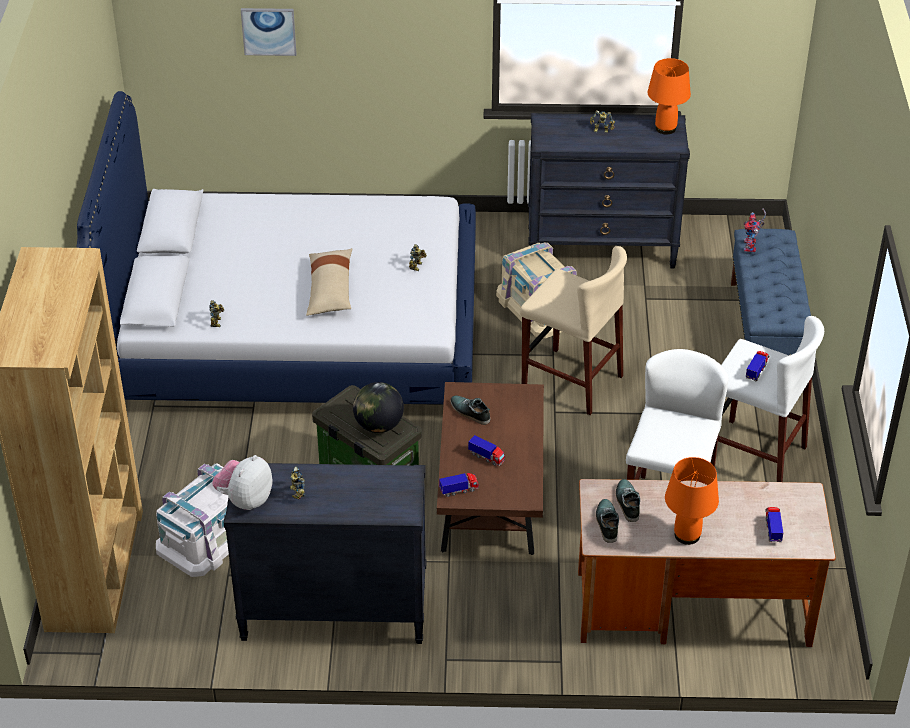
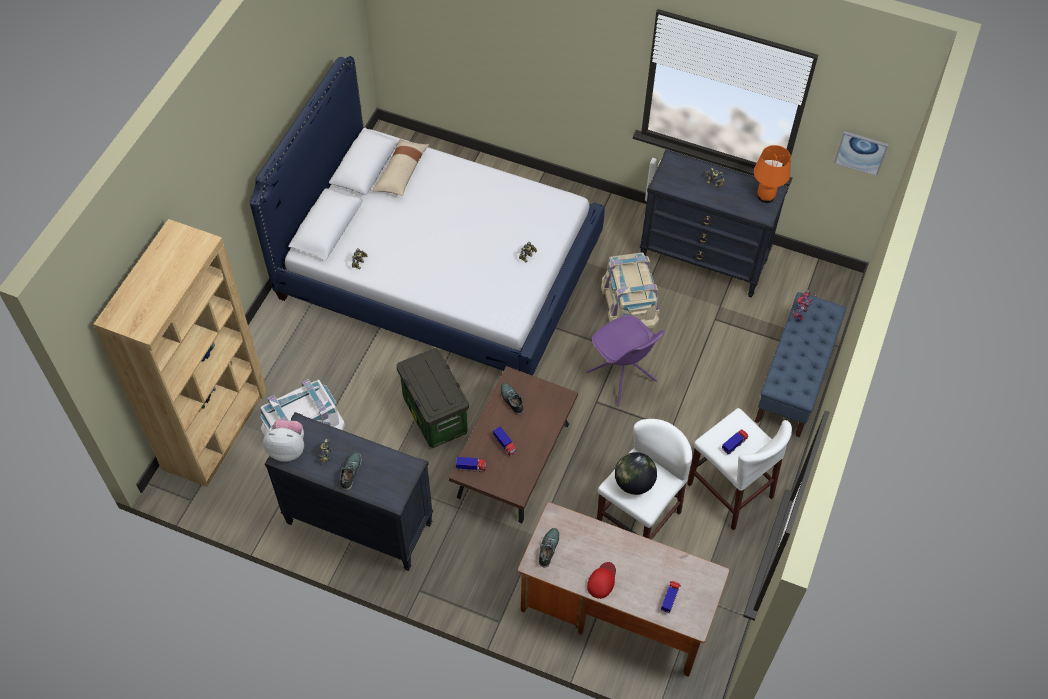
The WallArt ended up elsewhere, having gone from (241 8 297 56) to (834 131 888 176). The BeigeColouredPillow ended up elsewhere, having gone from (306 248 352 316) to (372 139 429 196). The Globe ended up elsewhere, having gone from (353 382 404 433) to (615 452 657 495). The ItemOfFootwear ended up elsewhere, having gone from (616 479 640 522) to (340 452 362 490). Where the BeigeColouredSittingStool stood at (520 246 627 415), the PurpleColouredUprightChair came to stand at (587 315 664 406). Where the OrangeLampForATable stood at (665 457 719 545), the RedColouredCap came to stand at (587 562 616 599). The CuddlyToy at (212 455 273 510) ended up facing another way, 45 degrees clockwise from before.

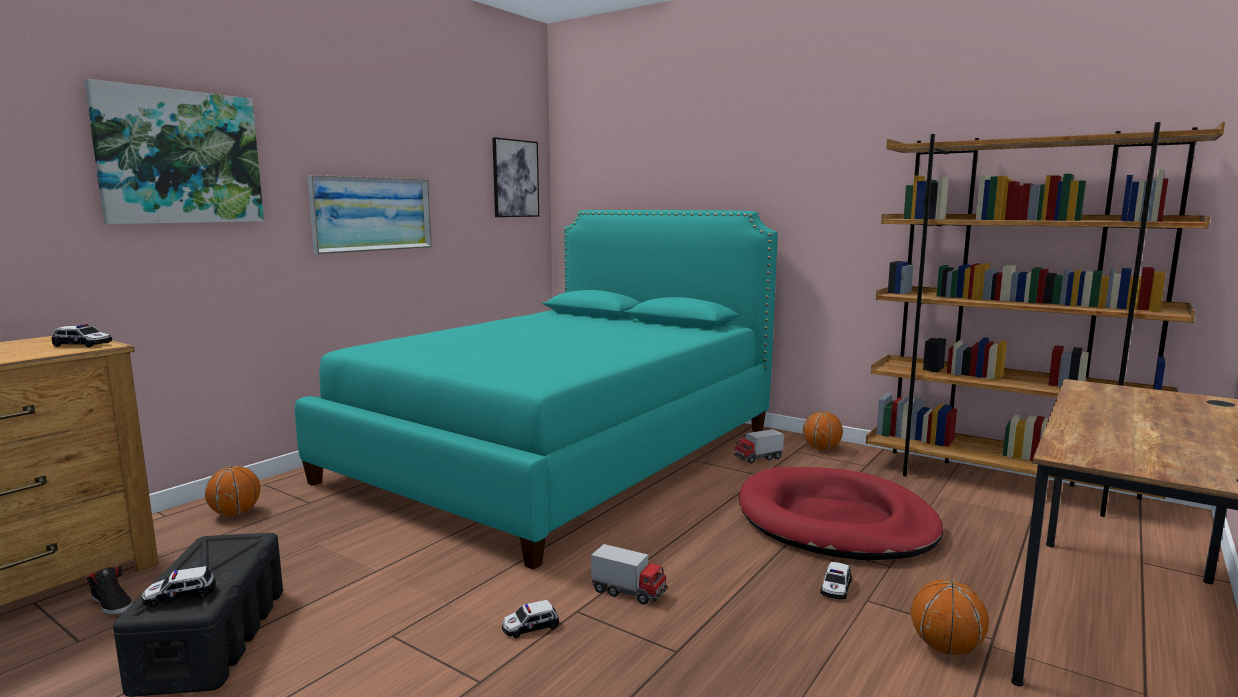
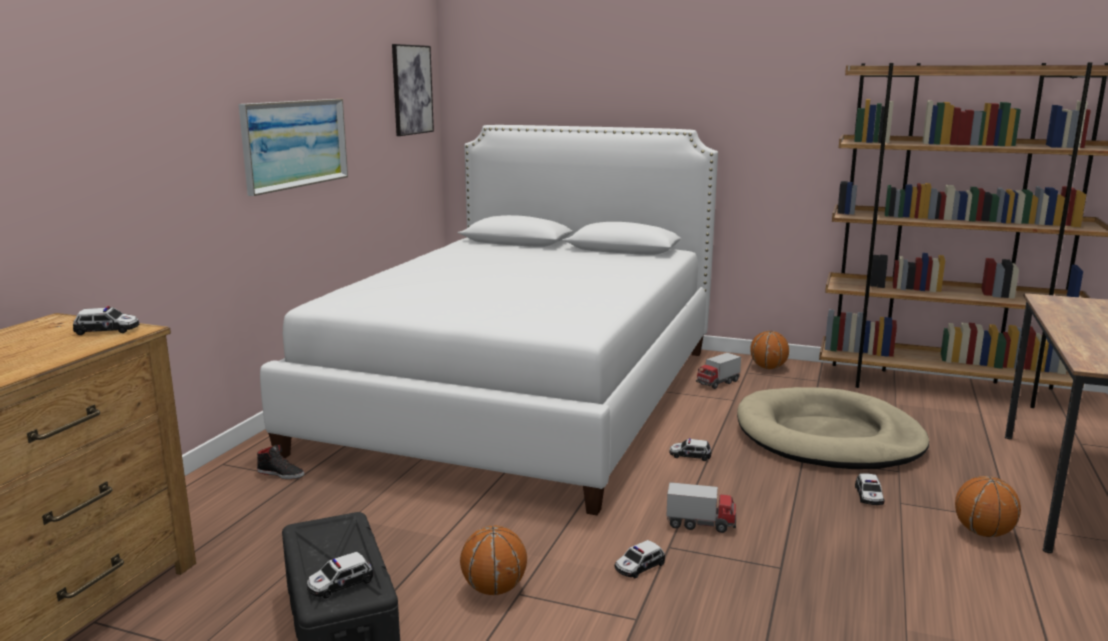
The second view lost the WallArt at (84 79 264 224). The second view gained the MiniatureCar at (669 438 711 461). The BlackishItemOfFootwear ended up elsewhere, having gone from (87 566 133 615) to (257 444 304 479). The Basketball ended up elsewhere, having gone from (205 466 260 516) to (460 525 527 595). What was the TurquoiseColouredBed at (295 210 778 570) turned into the WhiteBed at (260 125 718 515). What was the RedColouredDogBed at (739 467 943 561) turned into the BeigeColouredDogBed at (737 387 929 469).

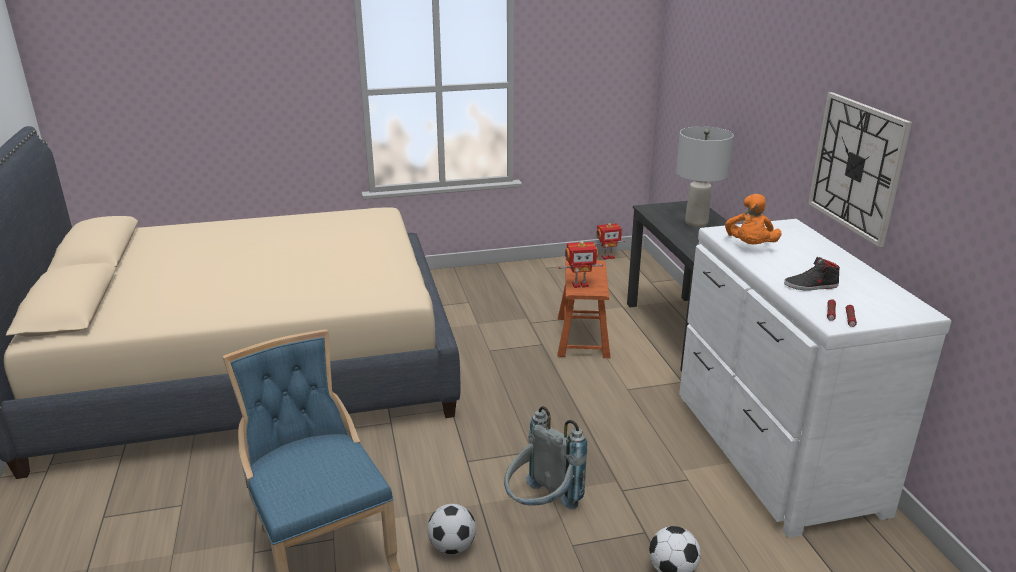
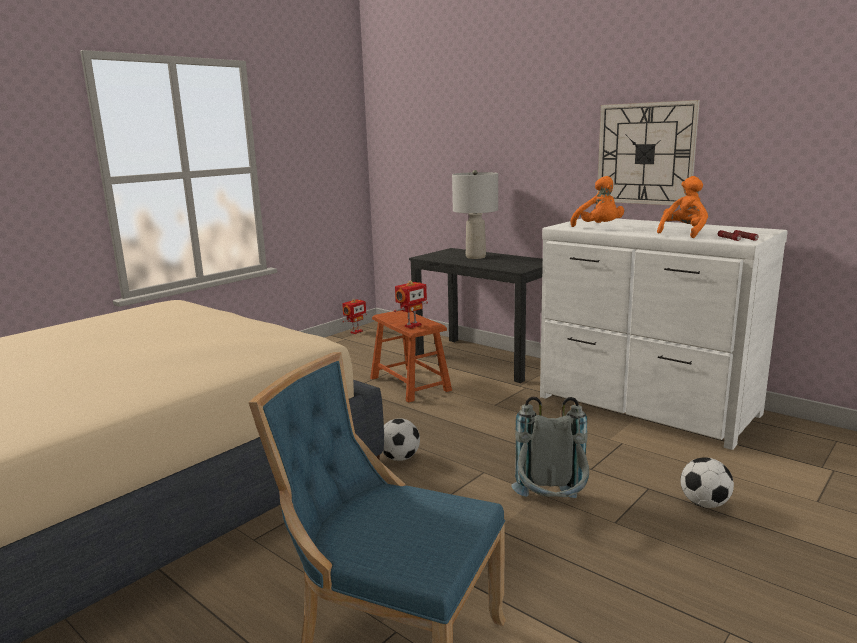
The Football ended up elsewhere, having gone from (427 504 476 554) to (382 418 420 461). Where the BlackishItemOfFootwear stood at (784 257 840 291), the OrangeCuddlyToy came to stand at (657 176 708 238).

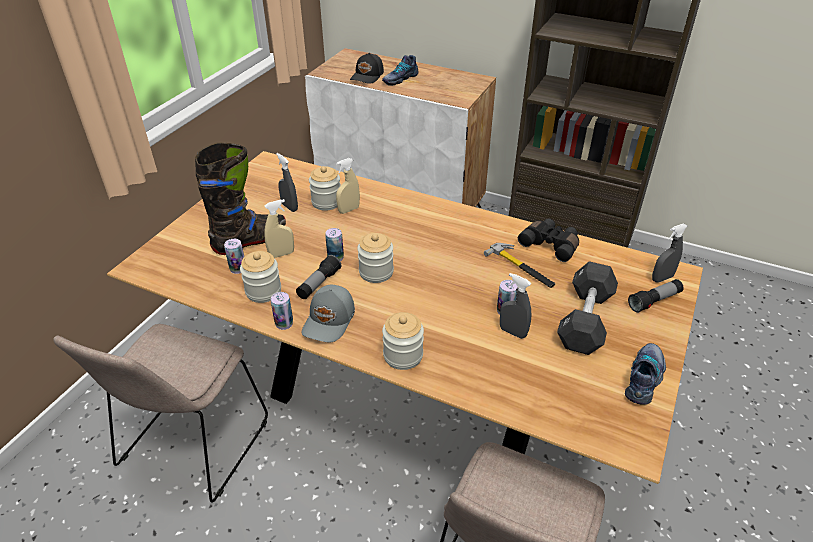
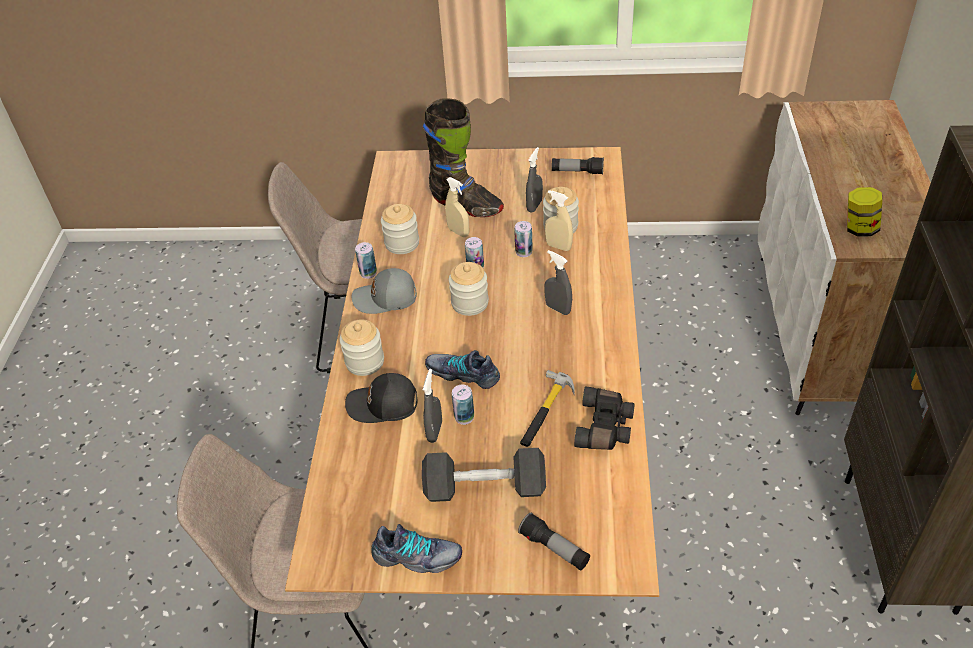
The second view gained the PreserveJar at (847 187 883 237). The Can ended up elsewhere, having gone from (224 239 244 274) to (514 221 533 257). The Torch ended up elsewhere, having gone from (296 255 341 299) to (552 157 604 174). The BlackishCap ended up elsewhere, having gone from (350 53 384 84) to (345 373 417 423). The ItemOfFootwear ended up elsewhere, having gone from (382 55 419 86) to (425 350 500 389). The GreySprayBottle ended up elsewhere, having gone from (652 223 688 283) to (544 250 572 315).

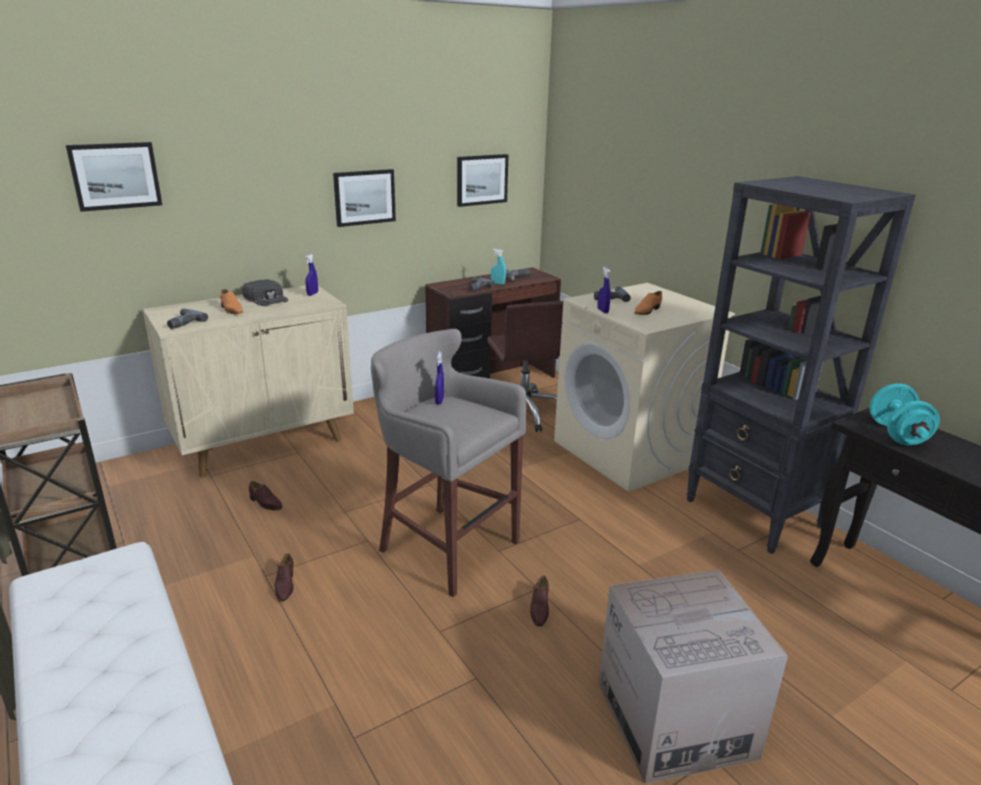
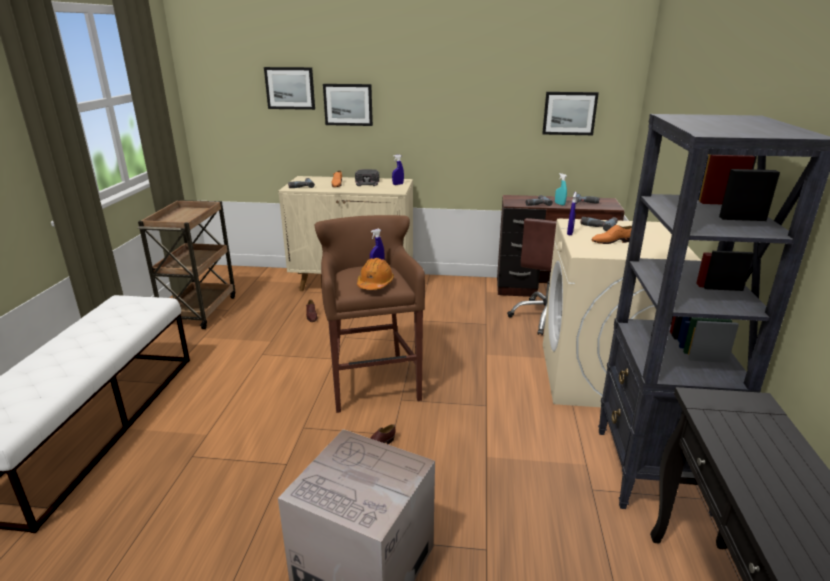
The second view lost the BrownColouredItemOfFootwear at (275 553 293 601). The second view lost the TurquoiseColouredHandWeight at (869 384 940 445). The second view gained the OrangeWorkHelmet at (357 258 394 290). The WallArt ended up elsewhere, having gone from (333 169 396 227) to (323 84 373 126). What was the GreySittingStool at (371 329 526 597) turned into the BrownColouredSittingStool at (315 215 425 413).

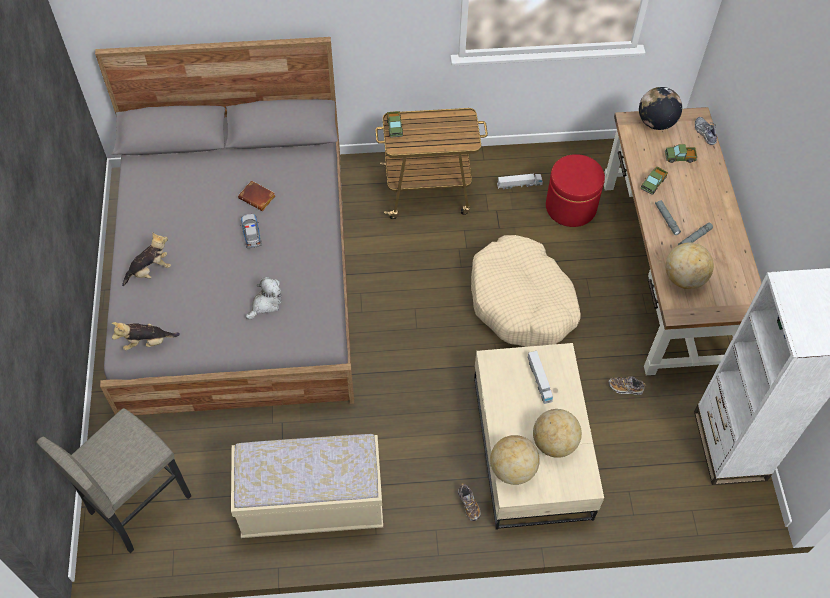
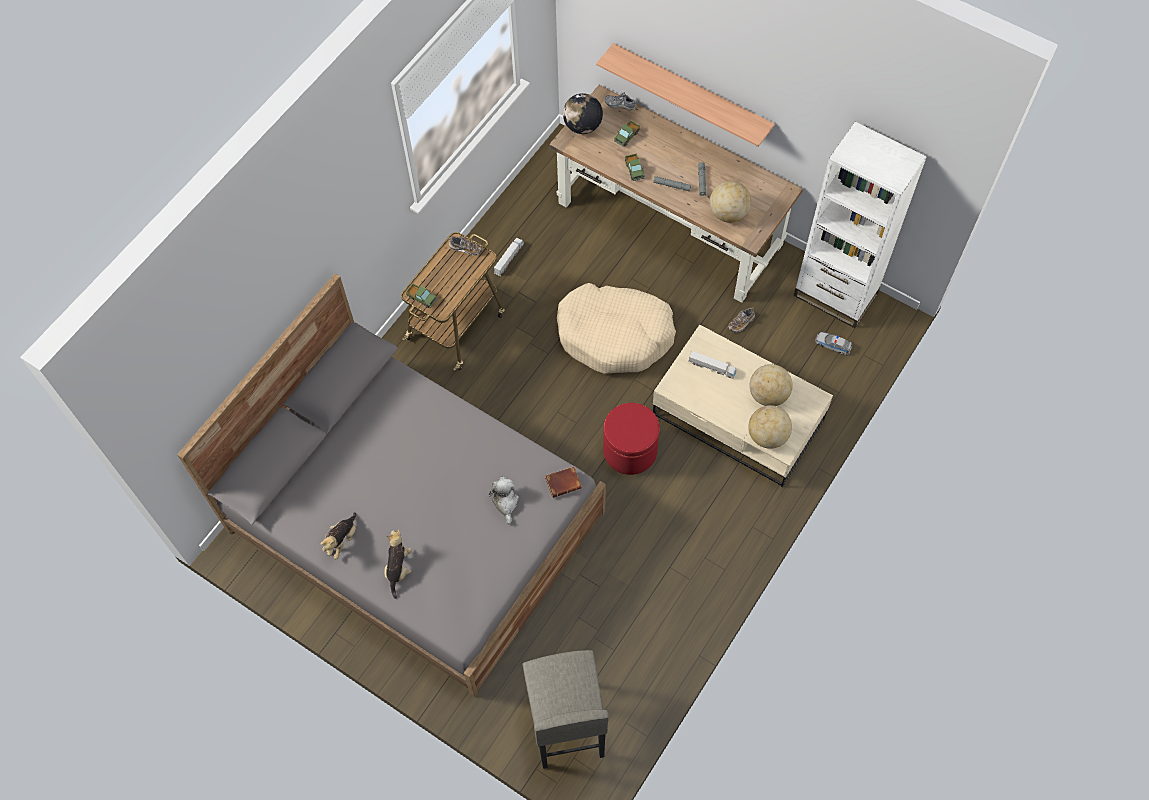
The second view lost the BeigeColouredBench at (231 434 383 538). The second view gained the WallShelf at (596 43 775 147). The CuddlyToy ended up elsewhere, having gone from (111 322 180 350) to (321 512 356 559). The BrownColouredBook ended up elsewhere, having gone from (238 180 275 211) to (545 466 582 498). The MiniatureCar ended up elsewhere, having gone from (241 214 262 248) to (815 332 852 355). The ItemOfFootwear ended up elsewhere, having gone from (458 483 481 521) to (448 236 482 255). The RedColouredFootrest ended up elsewhere, having gone from (546 154 605 227) to (603 403 660 475).

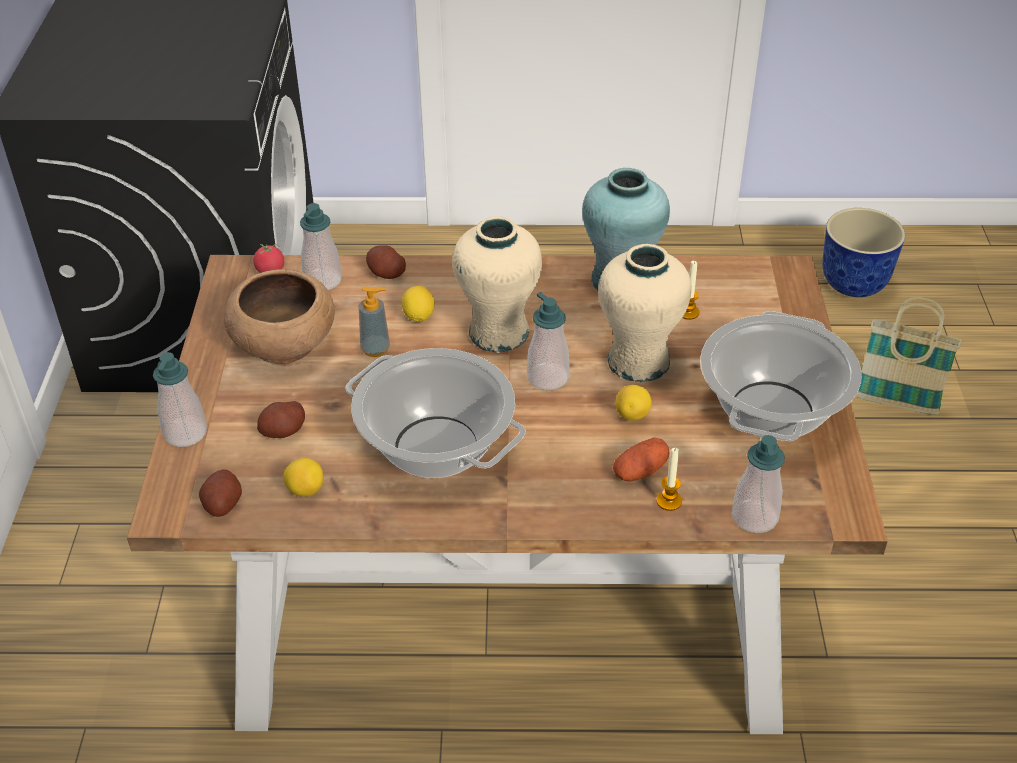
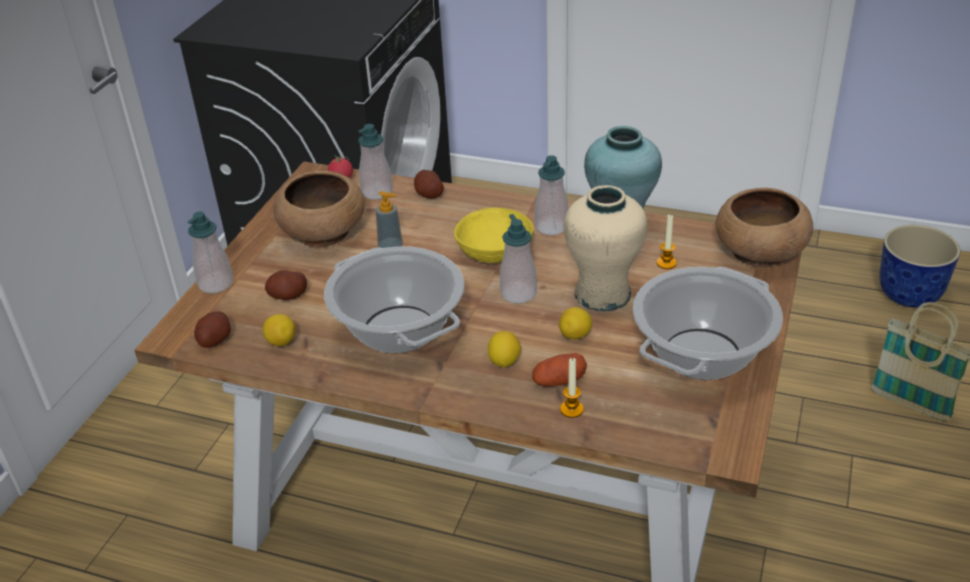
The second view gained the BrownColouredBowl at (715 188 813 268). The CitrusFruit ended up elsewhere, having gone from (402 286 435 322) to (488 331 521 367). The SoapDispenser ended up elsewhere, having gone from (732 435 785 533) to (535 155 569 235). Where the BeigeColouredDecorativeVase stood at (452 216 542 353), the YellowBowl came to stand at (454 208 534 263).

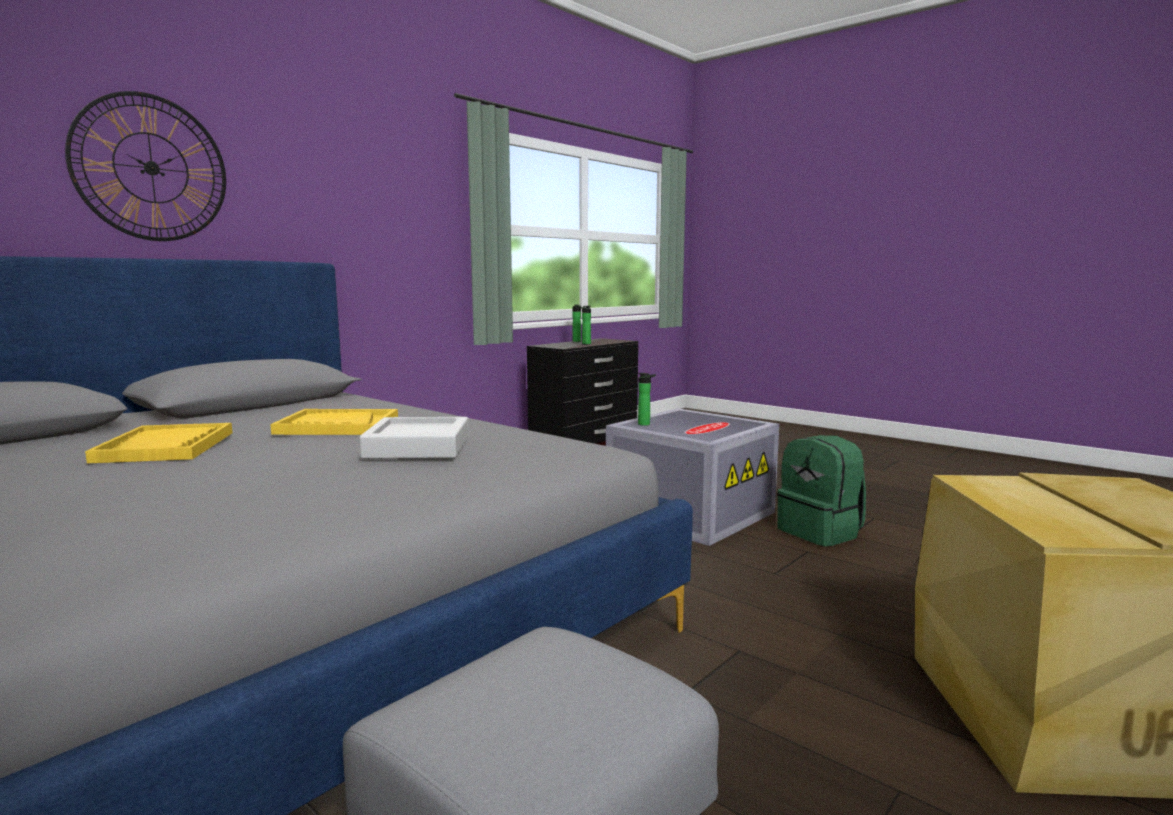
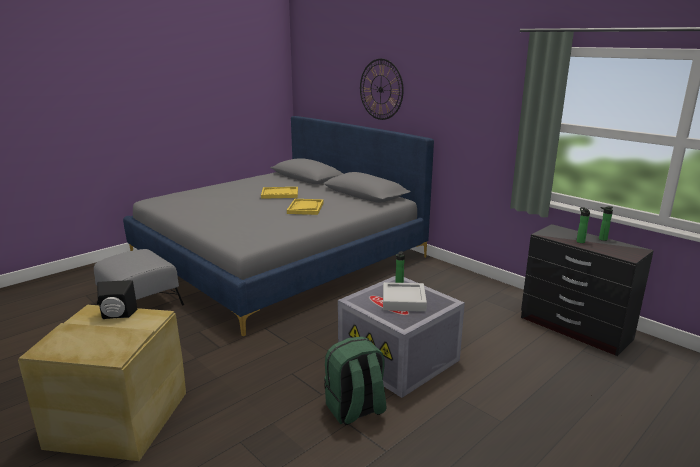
The second view gained the BlackishSpeaker at (97 280 137 319). The GreyServingTray ended up elsewhere, having gone from (359 417 469 459) to (383 282 427 312).

